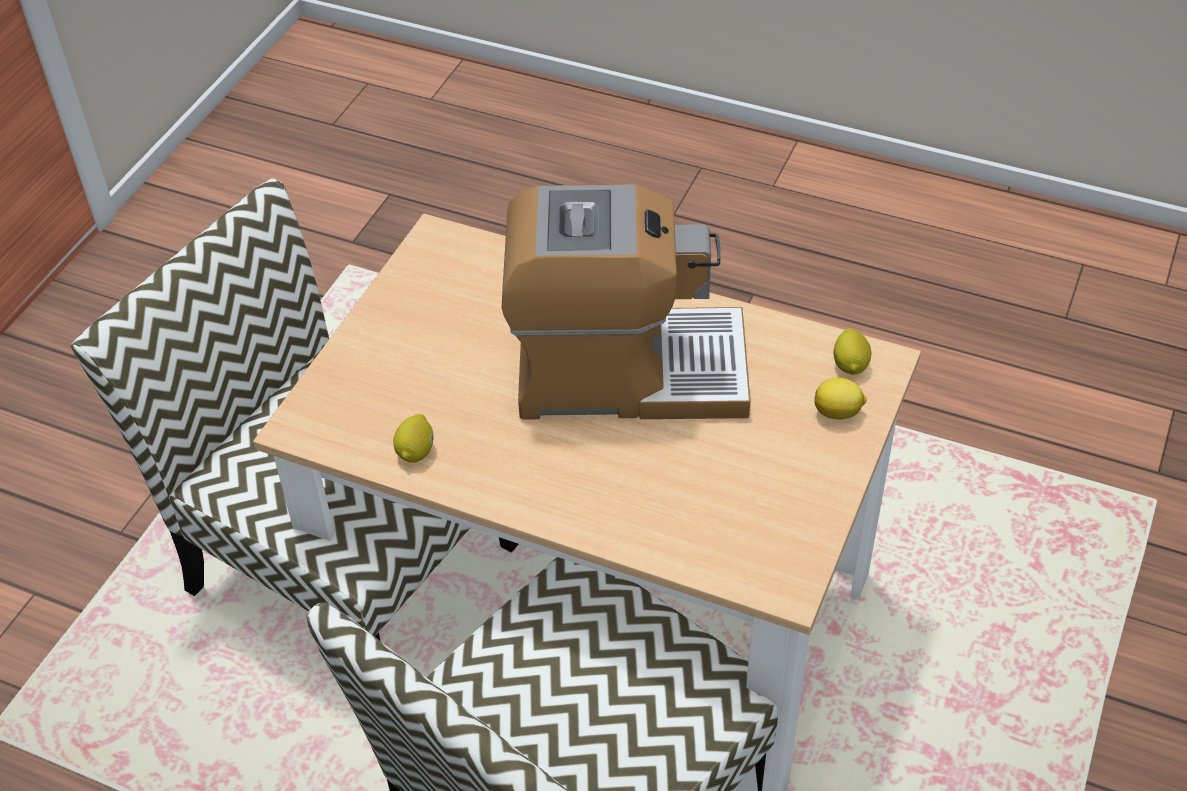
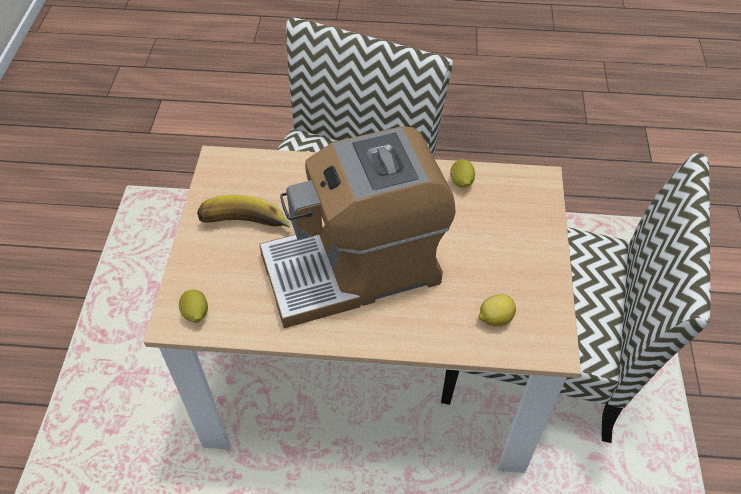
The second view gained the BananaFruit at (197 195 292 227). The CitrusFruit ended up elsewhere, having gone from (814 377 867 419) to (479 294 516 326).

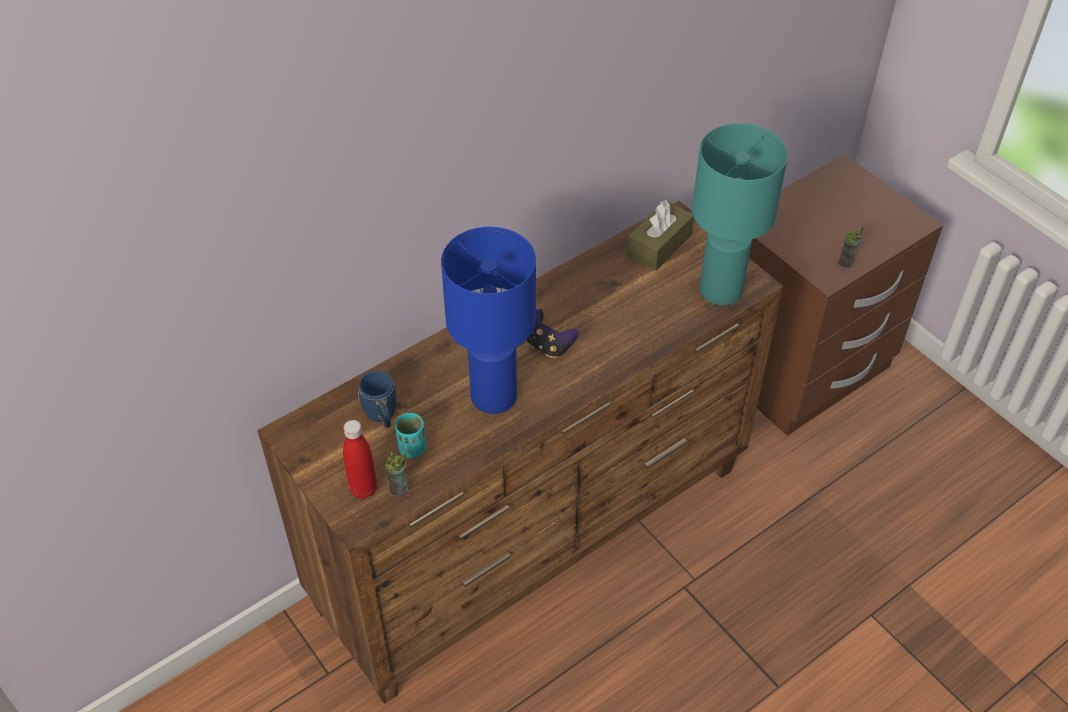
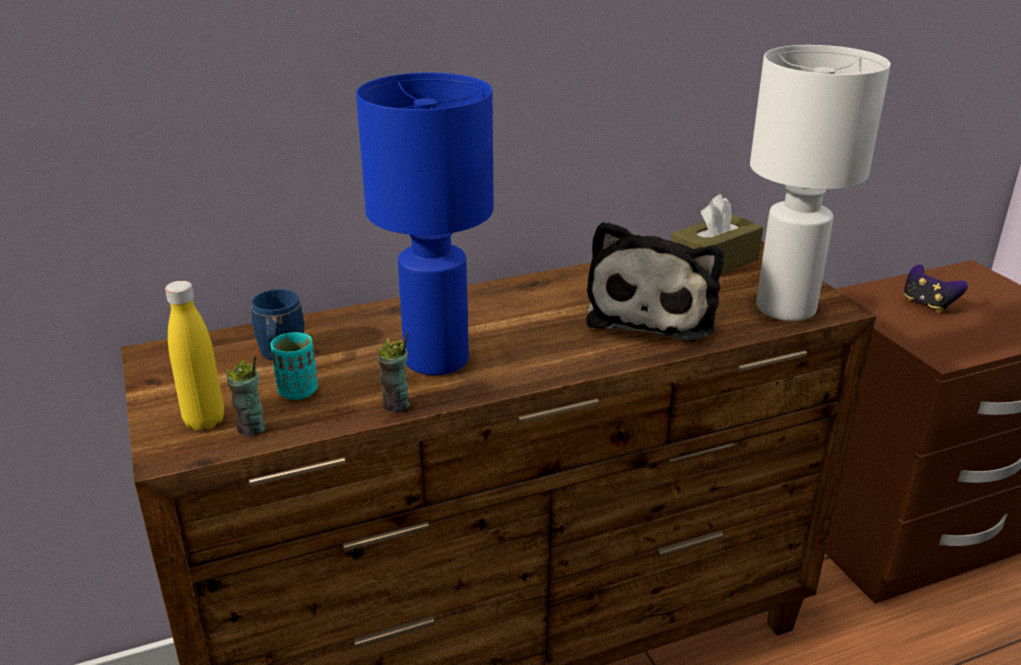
The second view gained the CuddlyToy at (586 221 724 341). The Gamepad ended up elsewhere, having gone from (527 309 579 358) to (904 265 968 313). The SmallCup ended up elsewhere, having gone from (838 227 863 268) to (376 332 410 413). What was the RedColouredDrinkBottle at (343 420 377 499) turned into the YellowDrinkBottle at (165 281 224 431). What was the TurquoiseColouredLampForATable at (692 123 788 306) turned into the WhiteLampForATable at (750 45 891 321).

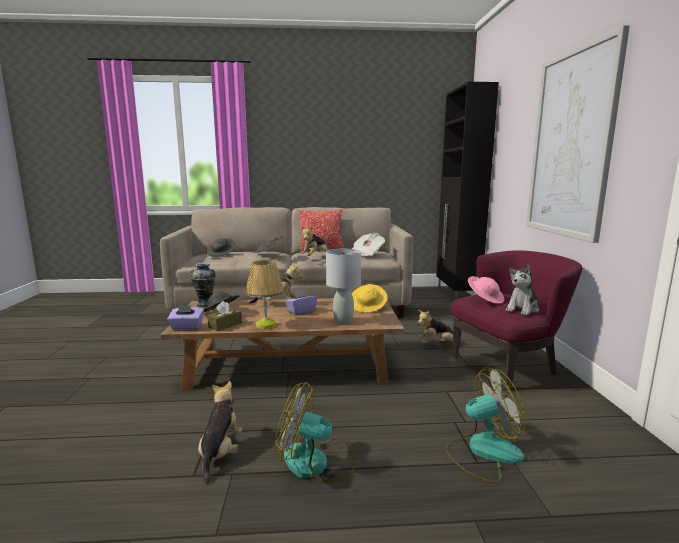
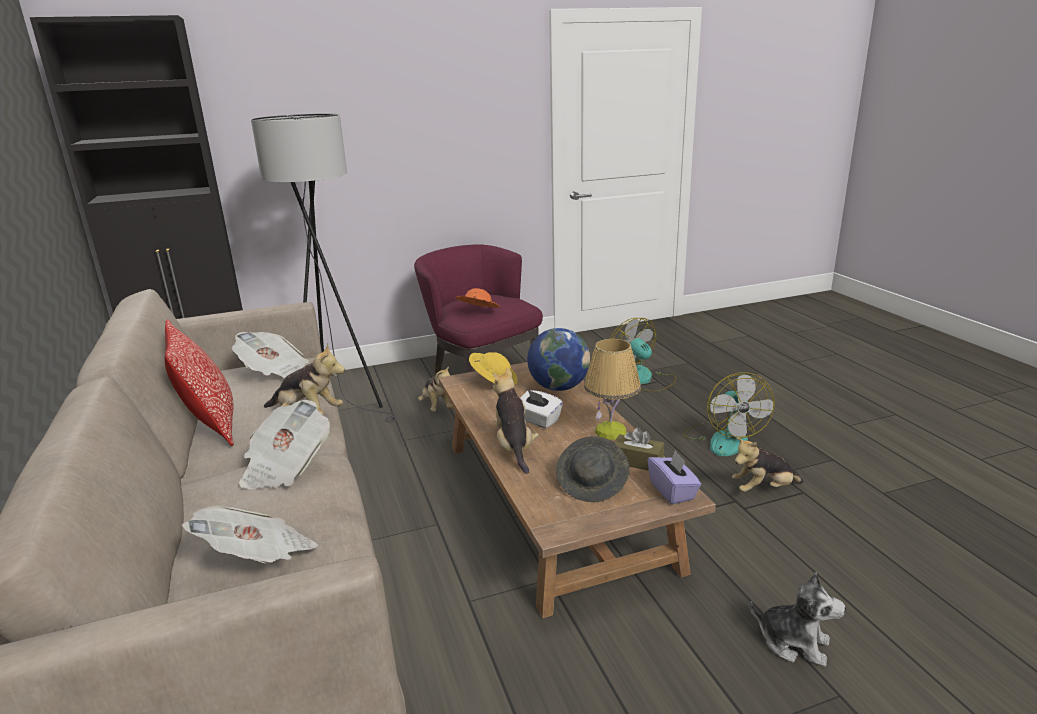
The second view lost the DecorativeVase at (191 263 216 307). The second view lost the WallArt at (526 25 630 243). The second view gained the GreyStandardLamp at (251 114 398 422). The CuddlyToy ended up elsewhere, having gone from (506 264 539 315) to (750 572 846 667). Where the GreyClothingHat stood at (207 238 235 257), the Newspaper came to stand at (182 505 318 563). Where the GreyLampForATable stood at (326 248 361 324), the Globe came to stand at (527 328 590 391). What was the PurpleColouredBoxOfTissues at (285 289 317 315) turned into the WhiteBoxOfTissues at (520 389 563 429). What was the PinkColouredClothingHat at (468 276 504 304) turned into the OrangeClothingHat at (455 288 500 308).

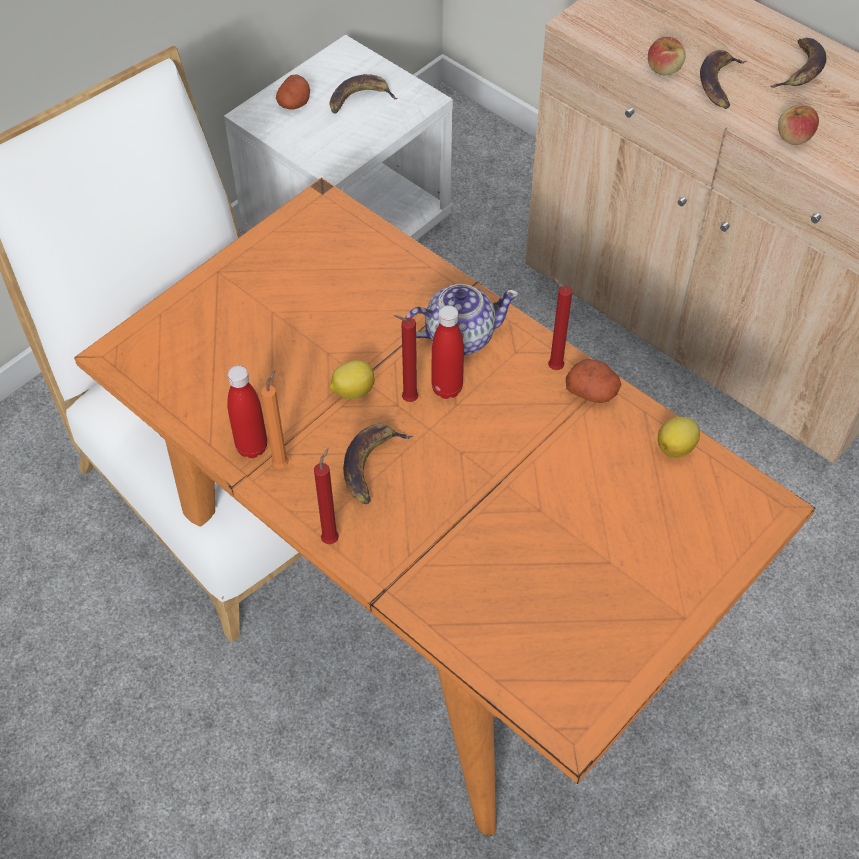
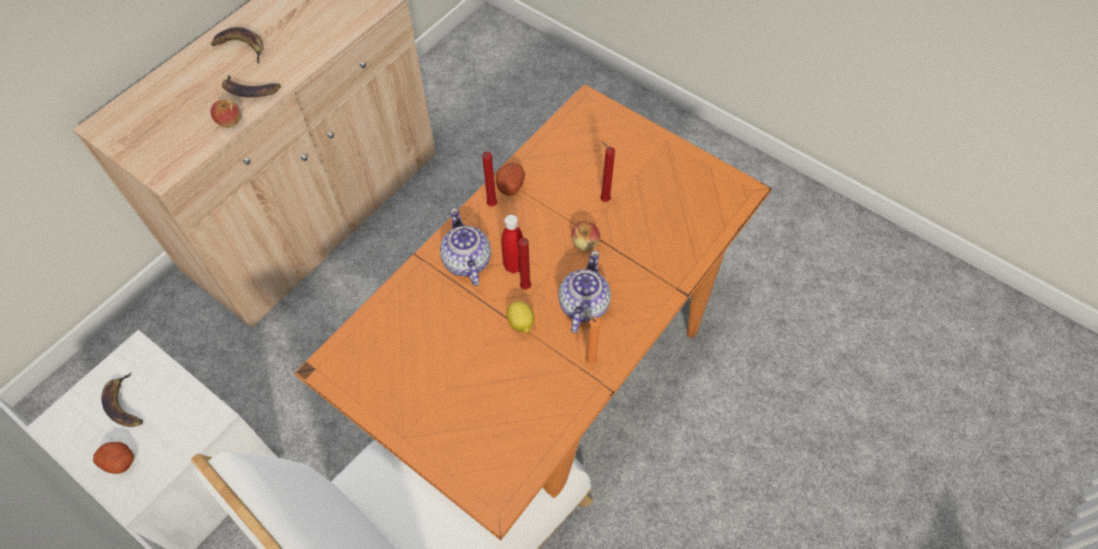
The second view lost the RedColouredDrinkBottle at (227 365 267 458). The second view lost the CitrusFruit at (658 417 700 458). The RedColouredWaxLight ended up elsewhere, having gone from (314 448 339 544) to (600 141 615 202). The Apple ended up elsewhere, having gone from (778 105 819 145) to (571 221 600 251). Where the BananaFruit stood at (343 424 412 504), the Teapot came to stand at (558 250 611 333).

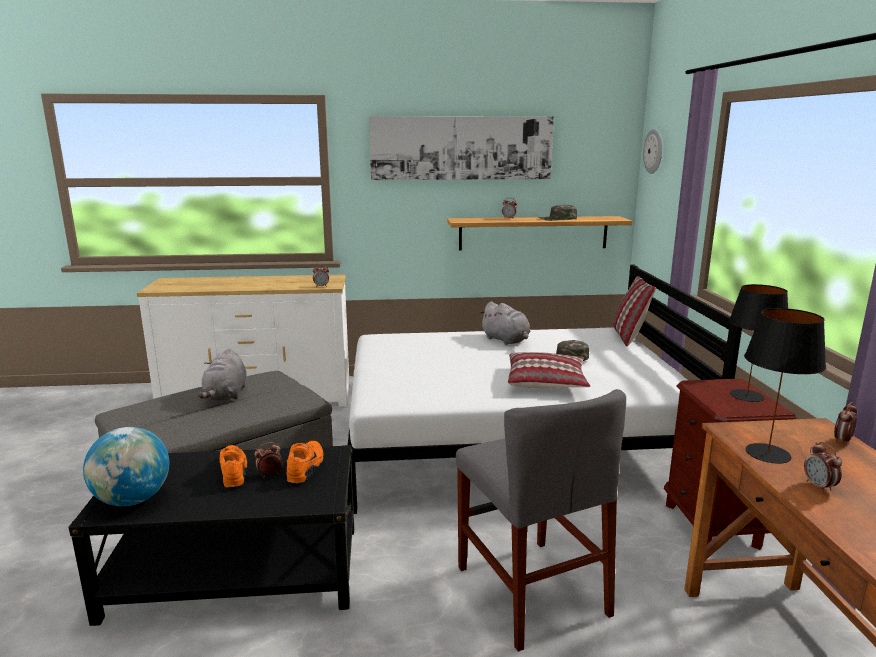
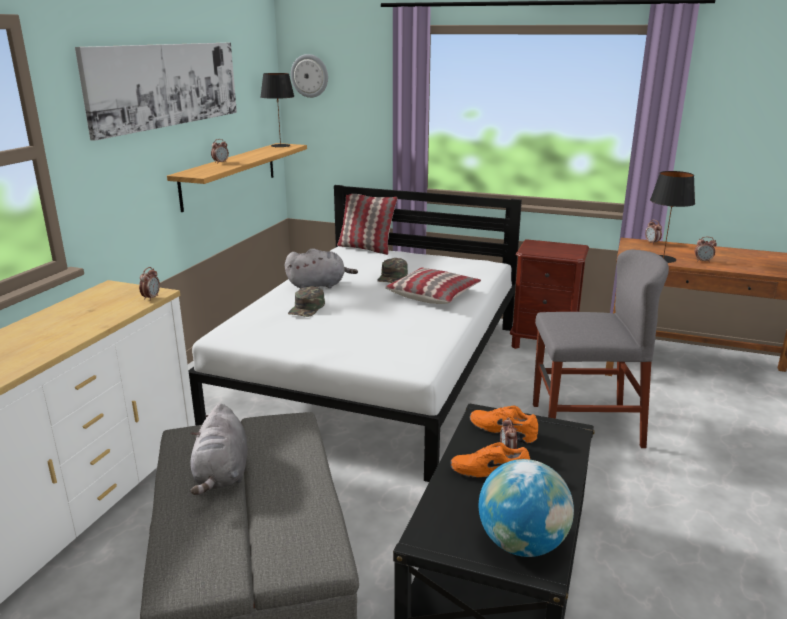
The GreenCap ended up elsewhere, having gone from (539 205 577 221) to (288 286 325 317). The BlackishLampForATable ended up elsewhere, having gone from (729 284 788 402) to (261 73 295 147). The GreyCuddlyToy at (198 348 246 401) ended up facing another way, 60 degrees clockwise from before.

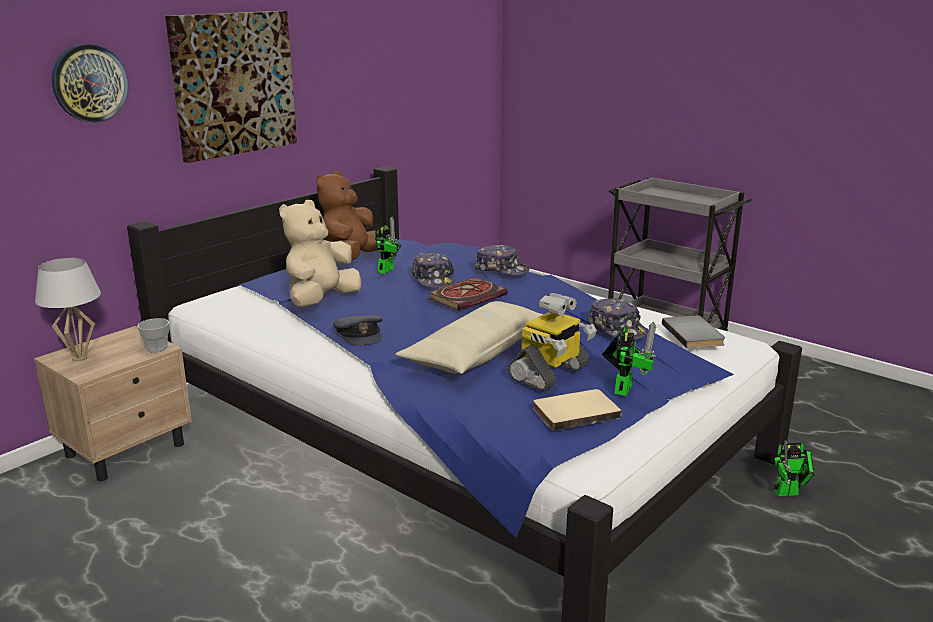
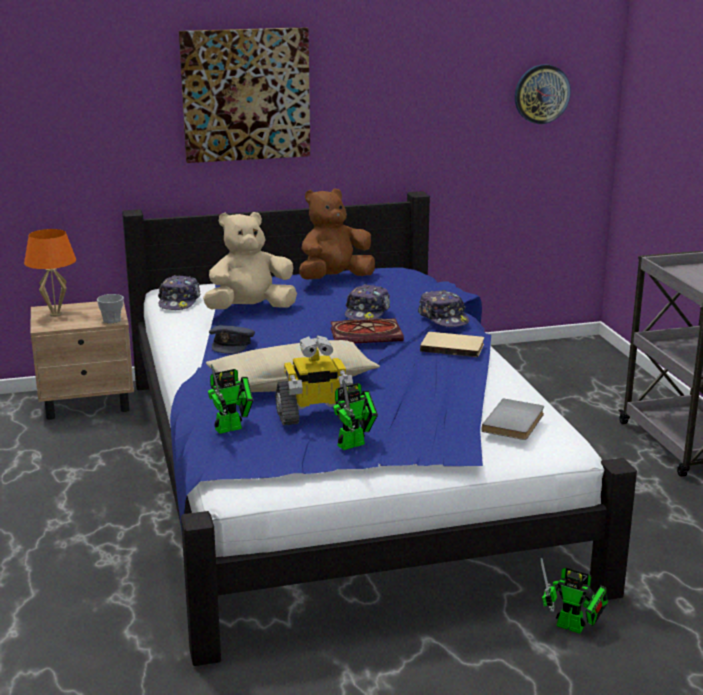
The HangingClock ended up elsewhere, having gone from (52 44 129 123) to (515 64 571 124). The ModelRobot ended up elsewhere, having gone from (375 217 401 274) to (208 364 253 434). The BeigeColouredBook ended up elsewhere, having gone from (533 389 622 431) to (420 332 484 357). The Cap ended up elsewhere, having gone from (587 298 647 340) to (158 275 201 310). What was the WhiteLampForATable at (35 258 101 362) turned into the OrangeLampForATable at (24 229 76 317).

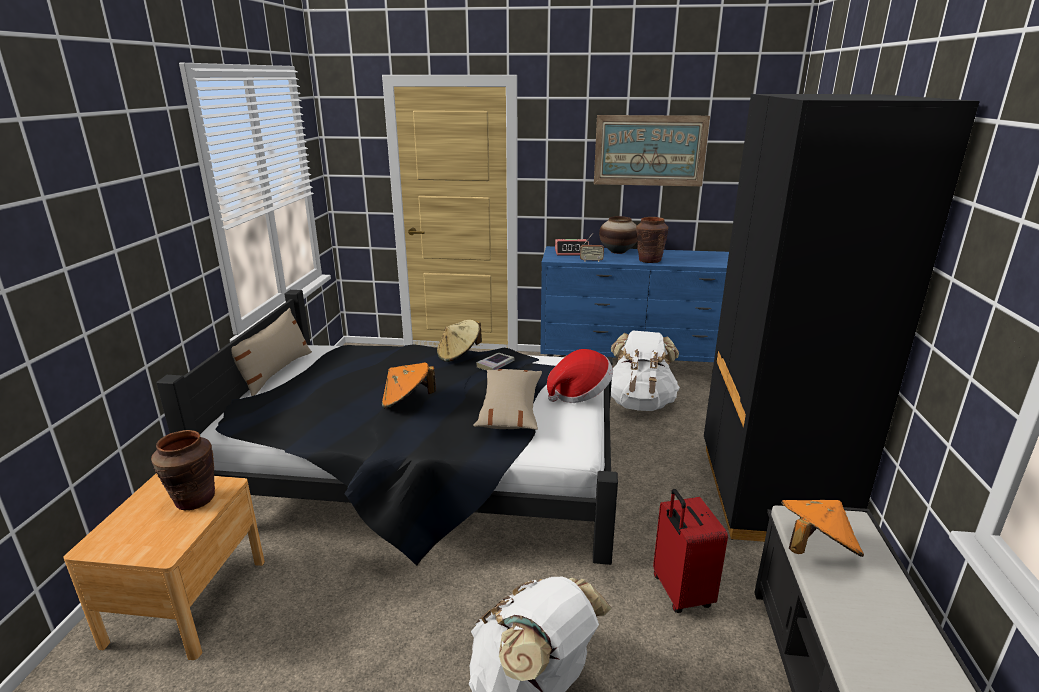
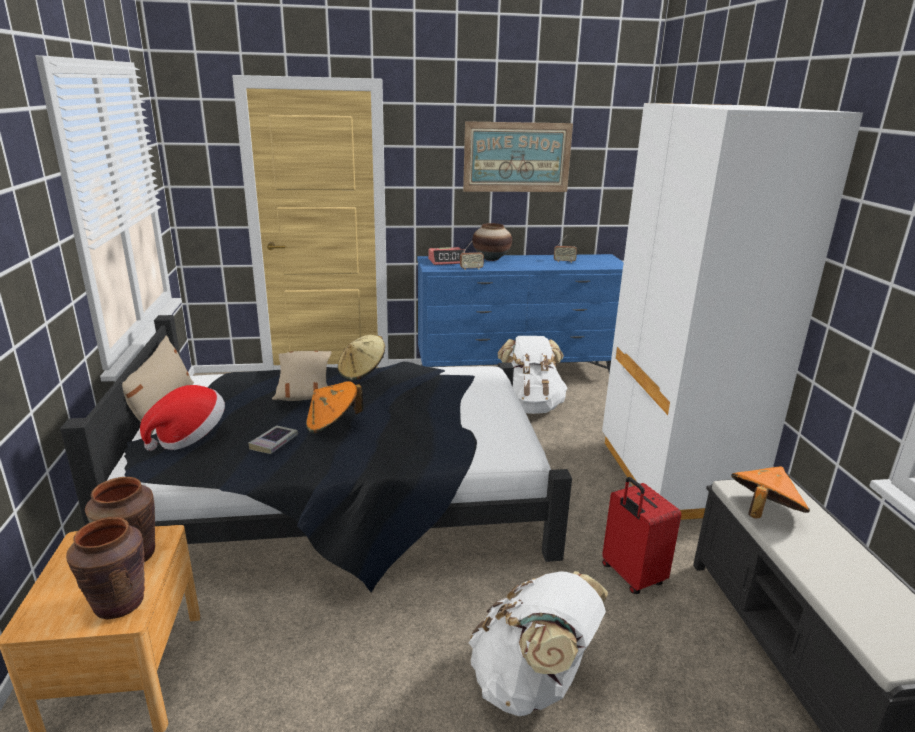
The second view gained the RadioReceiver at (554 235 577 263). The BeigeColouredPillow ended up elsewhere, having gone from (473 369 542 430) to (272 351 331 401). The Book ended up elsewhere, having gone from (476 353 515 370) to (248 426 298 454). The ClothingHat ended up elsewhere, having gone from (547 349 613 403) to (140 385 225 451). The BrownColouredDecorativeVase ended up elsewhere, having gone from (636 217 668 263) to (66 517 145 619). What was the BlackishArmoire at (704 94 980 542) turned into the WhiteArmoire at (602 103 863 520).

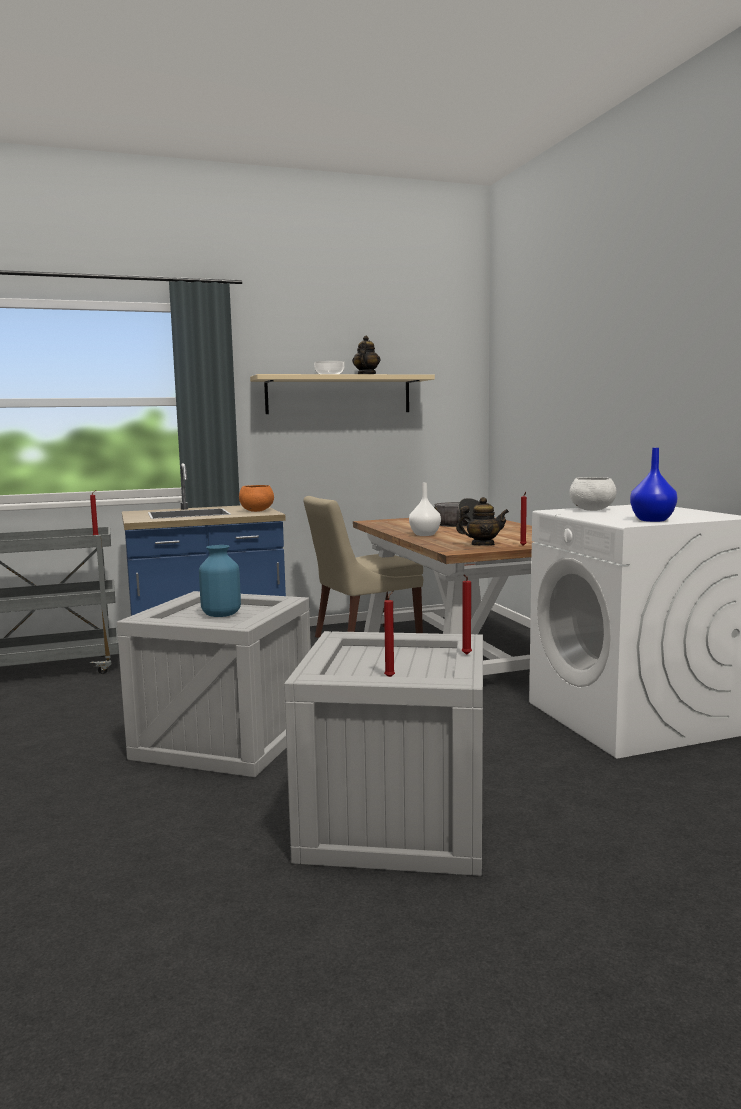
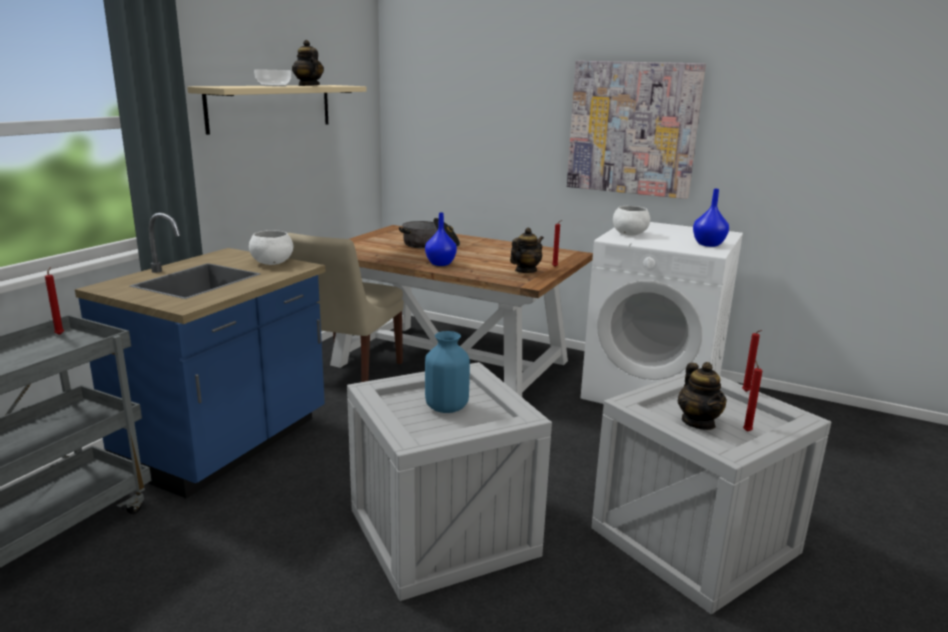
The second view gained the WallArt at (567 61 706 199). The second view gained the Teapot at (677 362 727 430). What was the OrangeBowl at (239 485 274 512) turned into the WhiteBowl at (249 230 293 265). What was the WhiteDecorativeVase at (409 483 441 536) turned into the BlueColouredDecorativeVase at (425 212 457 266).

